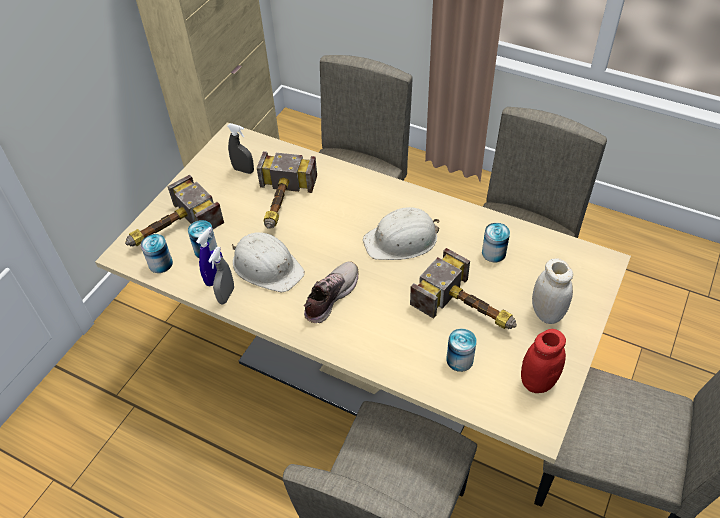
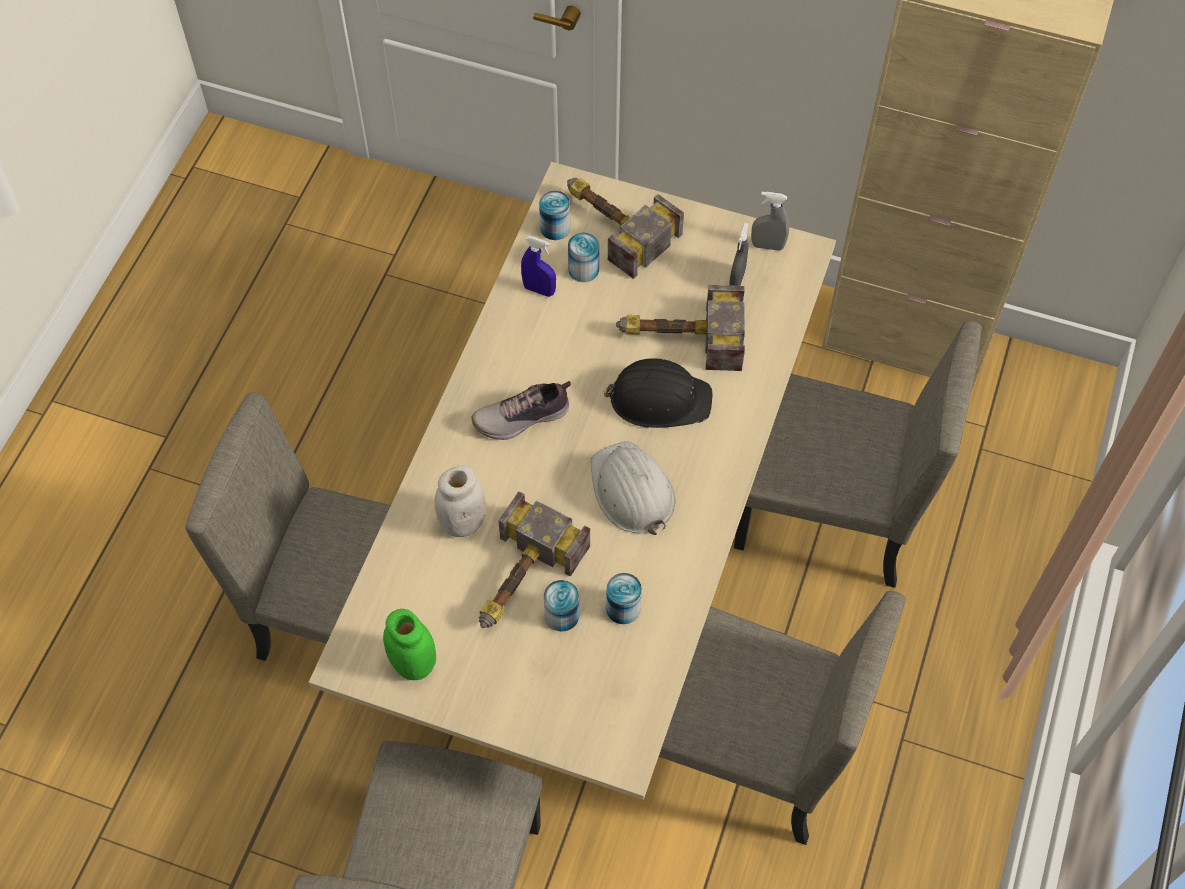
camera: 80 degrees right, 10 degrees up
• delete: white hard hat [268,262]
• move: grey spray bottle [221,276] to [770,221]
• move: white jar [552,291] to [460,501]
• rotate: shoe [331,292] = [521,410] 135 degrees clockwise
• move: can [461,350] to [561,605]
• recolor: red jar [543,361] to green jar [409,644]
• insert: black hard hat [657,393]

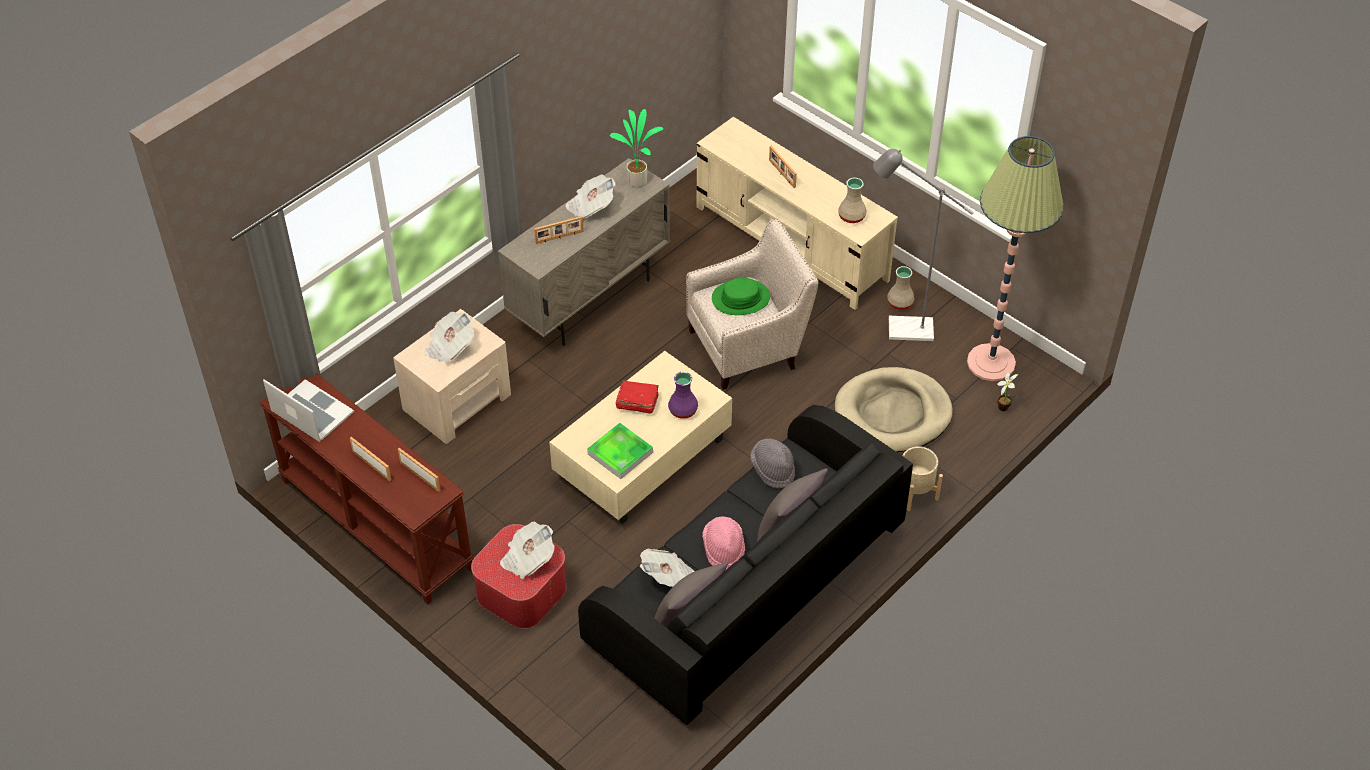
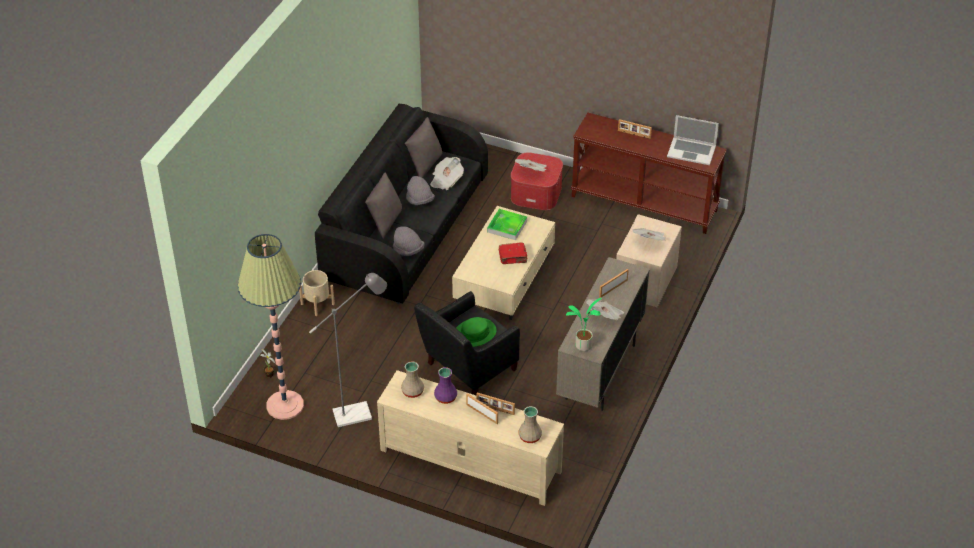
camera: 160 degrees right, 5 degrees down
• recolor: beige armchair [752,304] to black armchair [467,343]
• move: beige vase [901,288] to [530,424]
• delete: beige dog bed [894,409]
• move: purple vase [683,395] to [445,385]
• move: picture frame [419,470] to [496,404]
• recolor: pink hat [723,543] to grey hat [420,190]

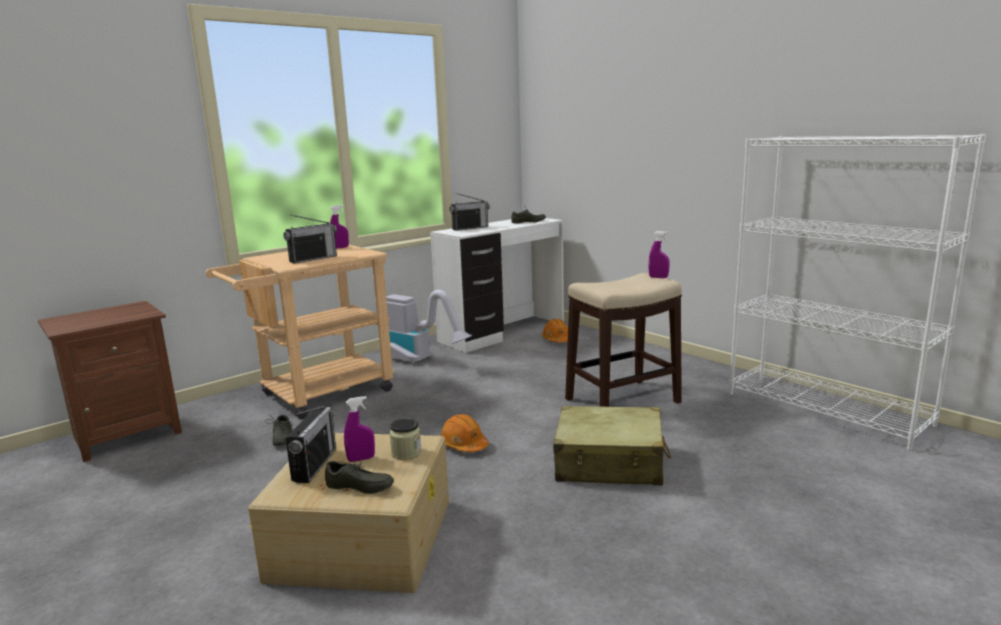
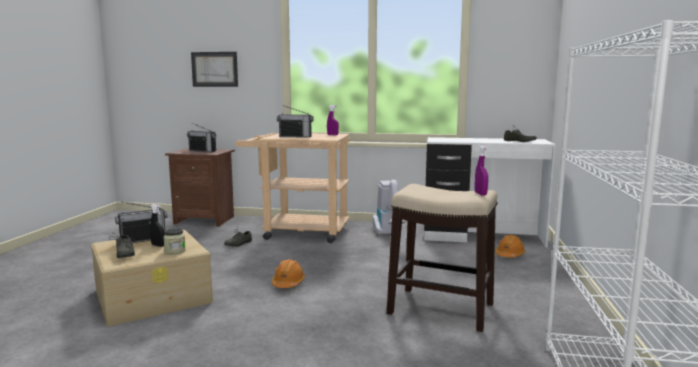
camera: 50 degrees right, 5 degrees down
• move: radio [469,212] to [201,137]
• recolor: purple spray bottle [359,429] to black spray bottle [157,225]
• delete: beige suitcase [612,445]
• insert: picture [214,69]

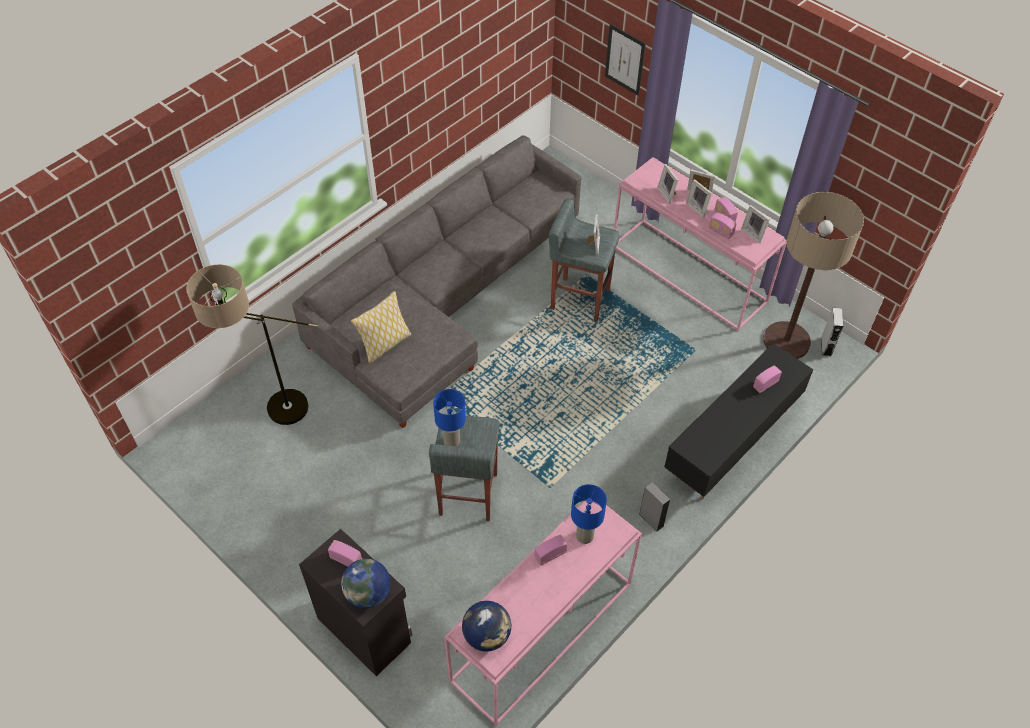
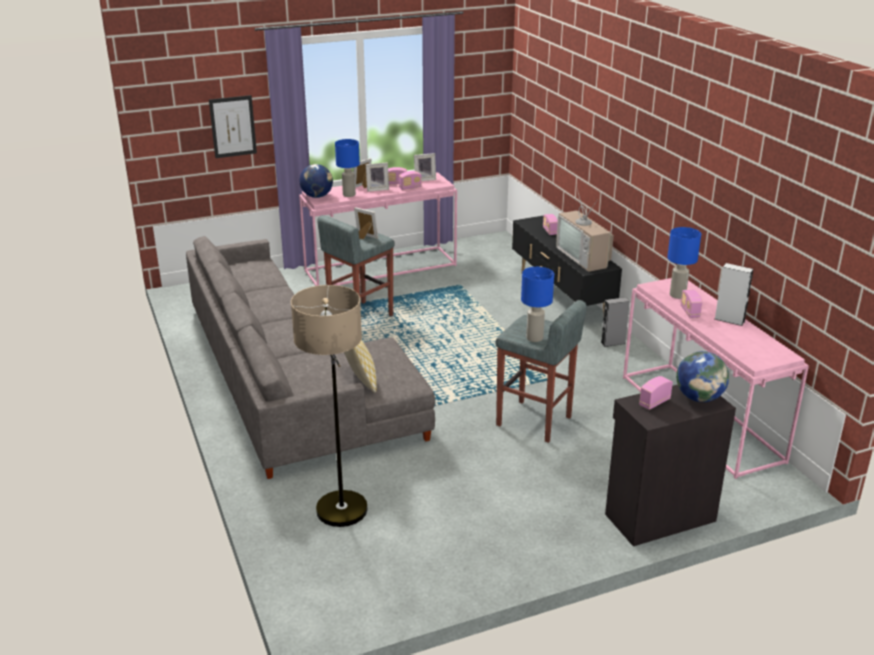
camera: 65 degrees left, 25 degrees down
• replace: picture frame [667,183] to blue table lamp [347,168]
• delete: floor lamp [813,275]
• move: grey speaker [832,332] to [734,294]
• move: globe [486,626] to [316,181]
• insert: television [585,228]

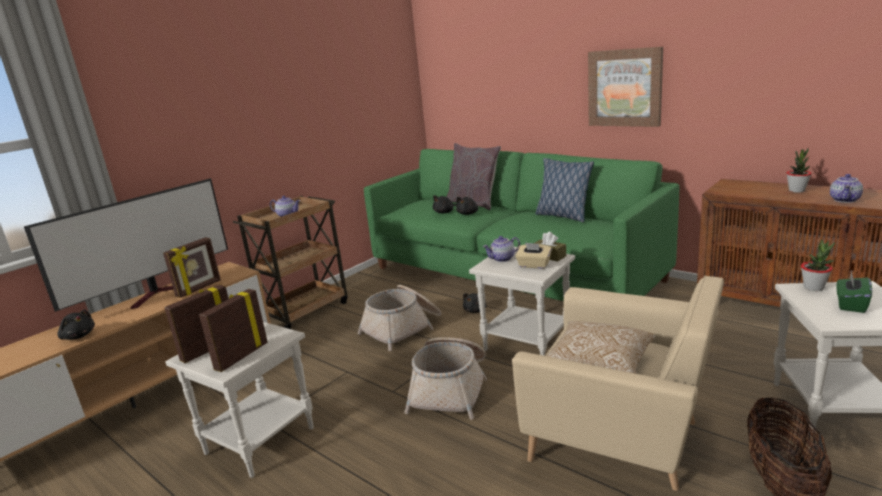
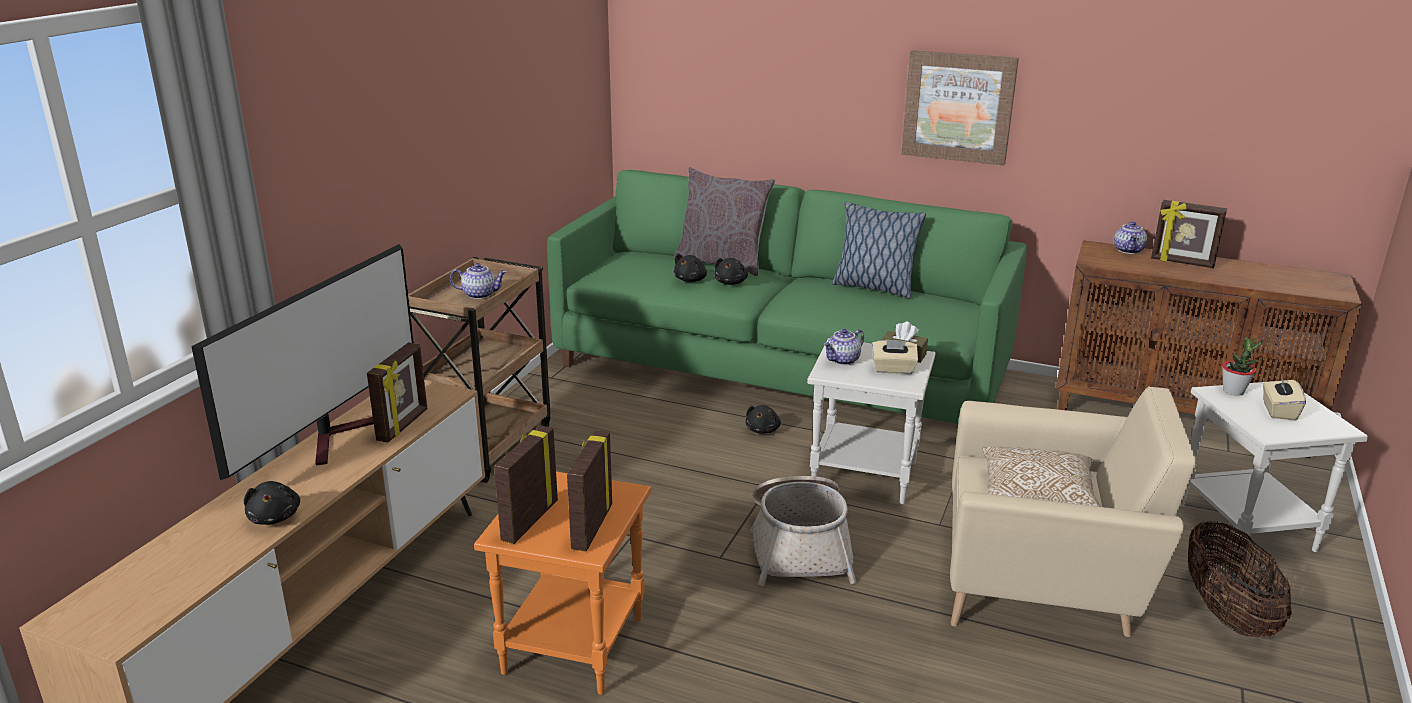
camera: 20 degrees left, 5 degrees up
• replace: potted plant [799,170] to picture frame [1189,234]
• move: teapot [846,188] to [1130,237]
• recolor: green tissue box [854,292] to beige tissue box [1284,398]
• delete: basket [399,318]
• rotate: black plush toy [76,324] = [272,503] 60 degrees clockwise
• recolor: white side table [239,400] to orange side table [562,583]

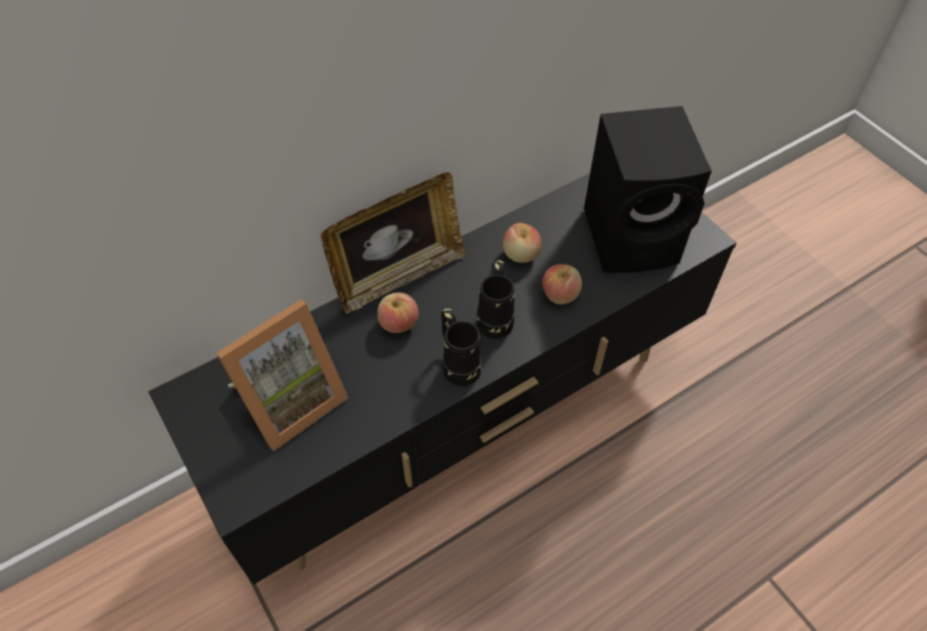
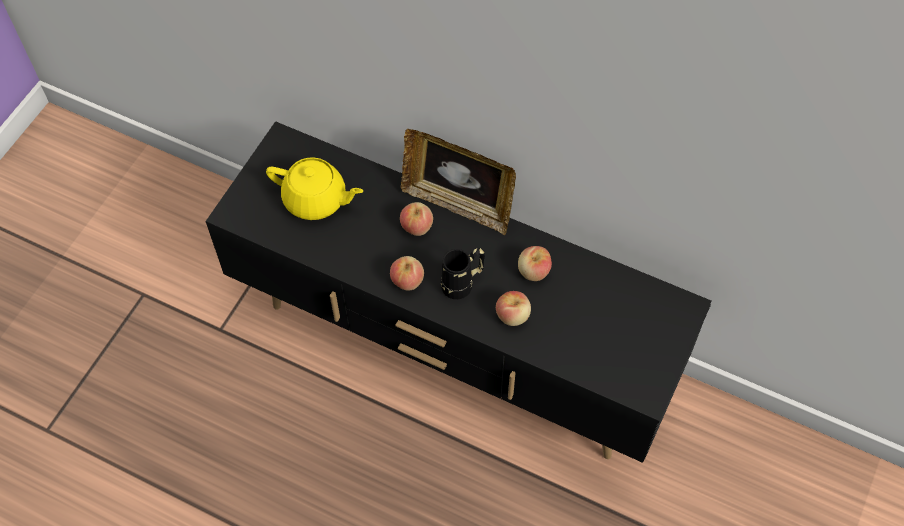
camera: 60 degrees right, 5 degrees up
• delete: black speaker [648,189]
• replace: picture frame [282,375] to yellow teapot [314,188]
• replace: black mug [461,347] to apple [407,273]

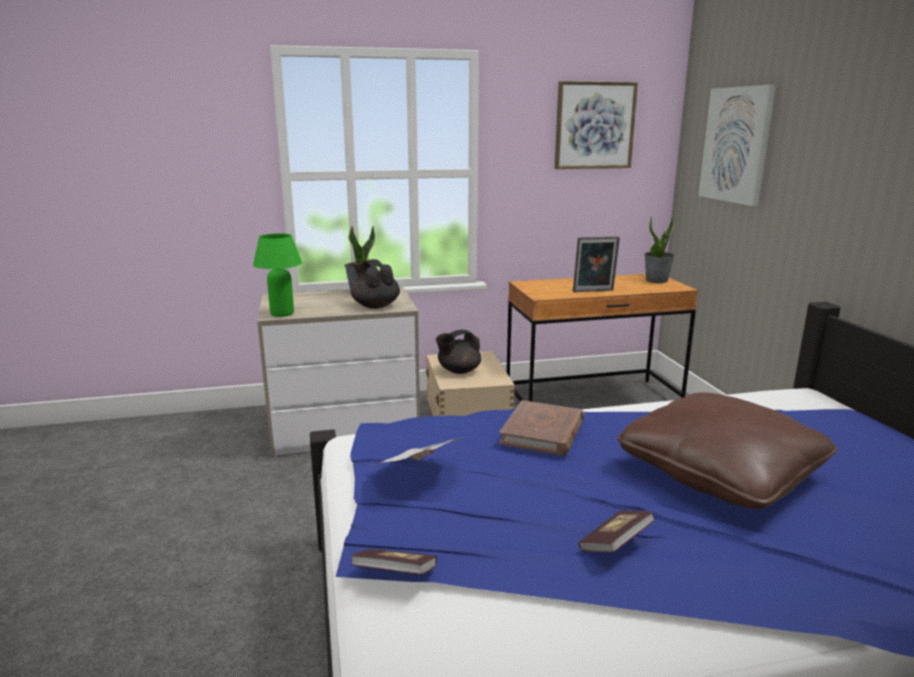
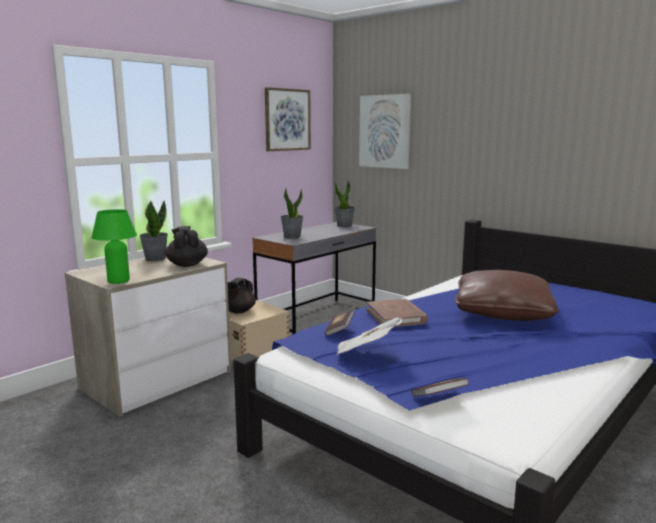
camera: 35 degrees left, 5 degrees down
• delete: picture frame [596,264]
• rotate: black teapot [375,284] = [187,246] 45 degrees clockwise
• recolor: brown desk [602,338] to grey desk [314,278]
• move: book [616,531] to [339,322]
• insert: potted plant [292,213]

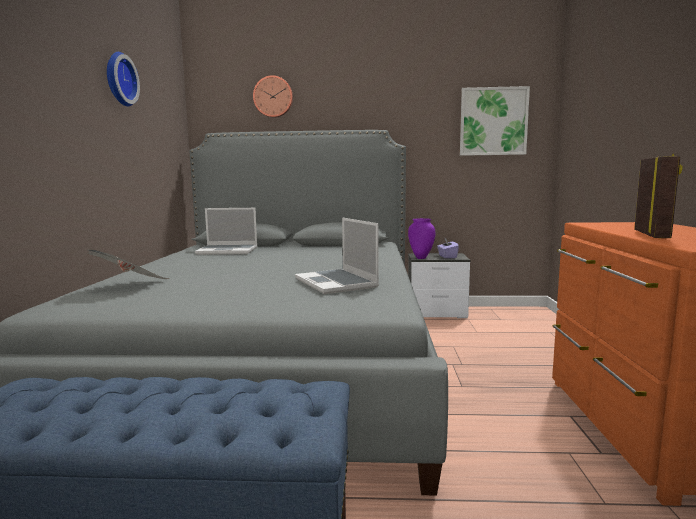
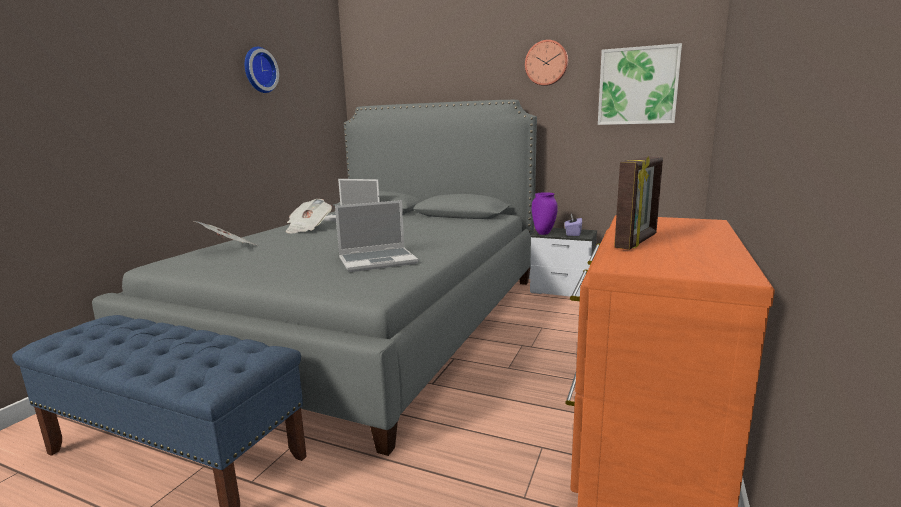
camera: 20 degrees right, 5 degrees up
• move: wall clock [273,96] to [546,63]
• rotate: laptop [337,256] = [376,236] 105 degrees counterclockwise
• insert: newspaper [309,216]

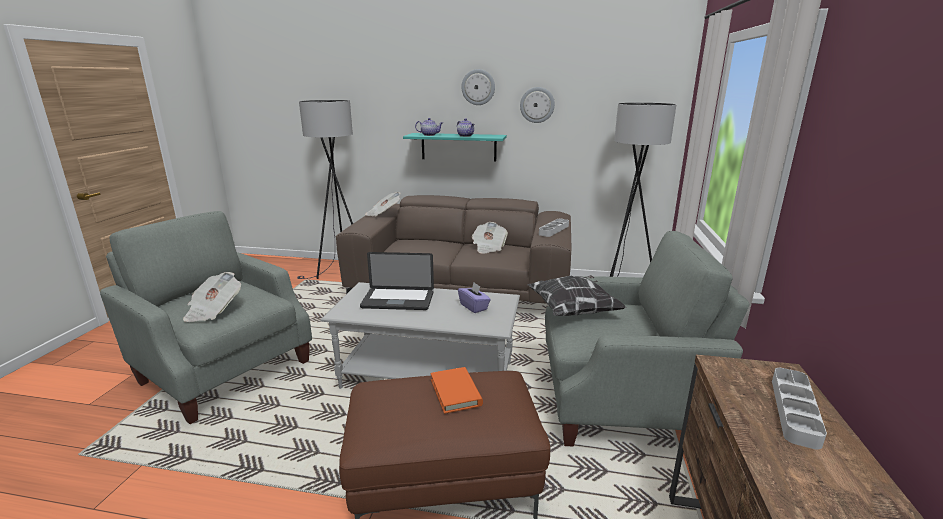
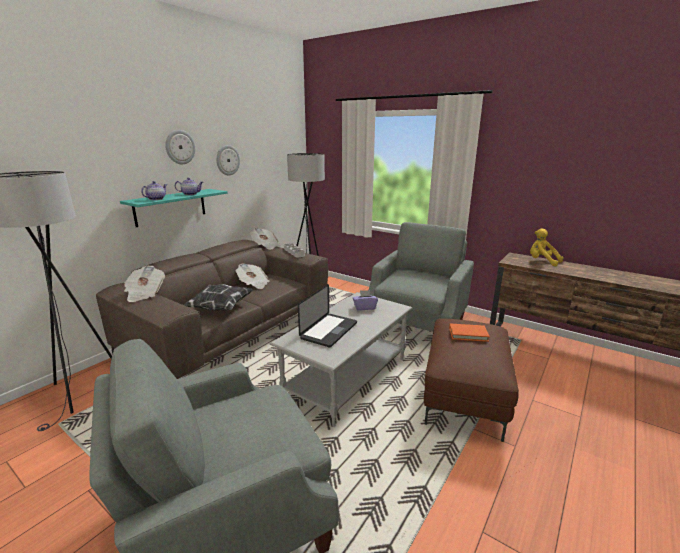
camera: 65 degrees left, 0 degrees up
• move: newspaper [212,297] to [265,239]
• move: pillow [577,295] to [218,297]
• replace: grey tray [799,409] to yellow plush toy [546,247]

